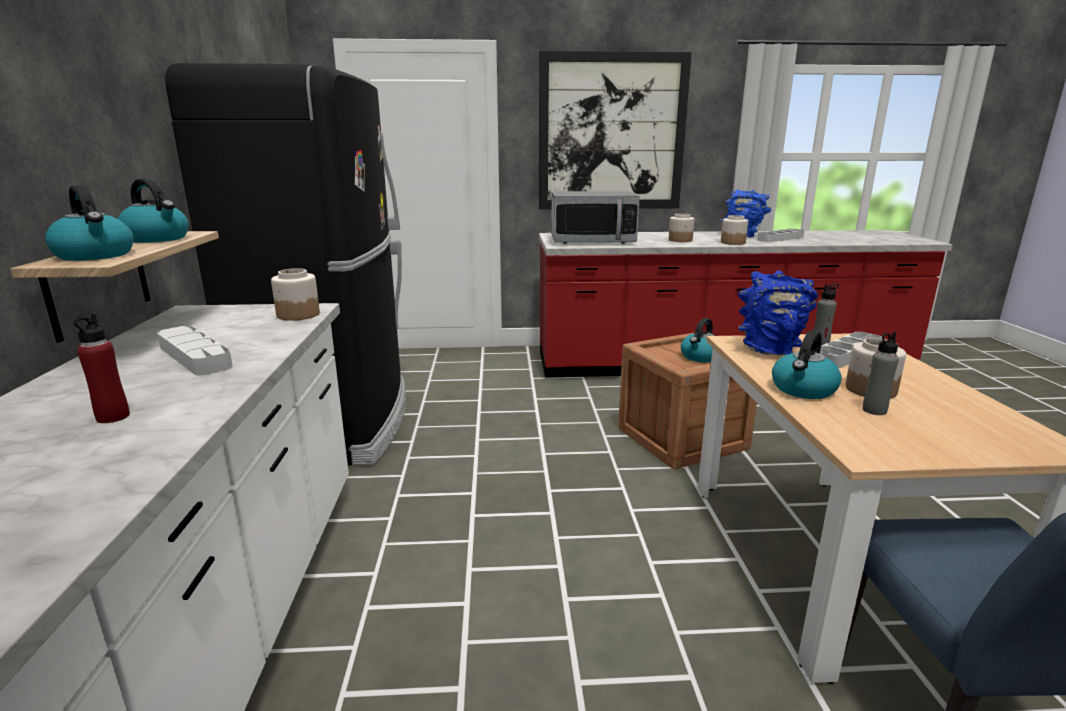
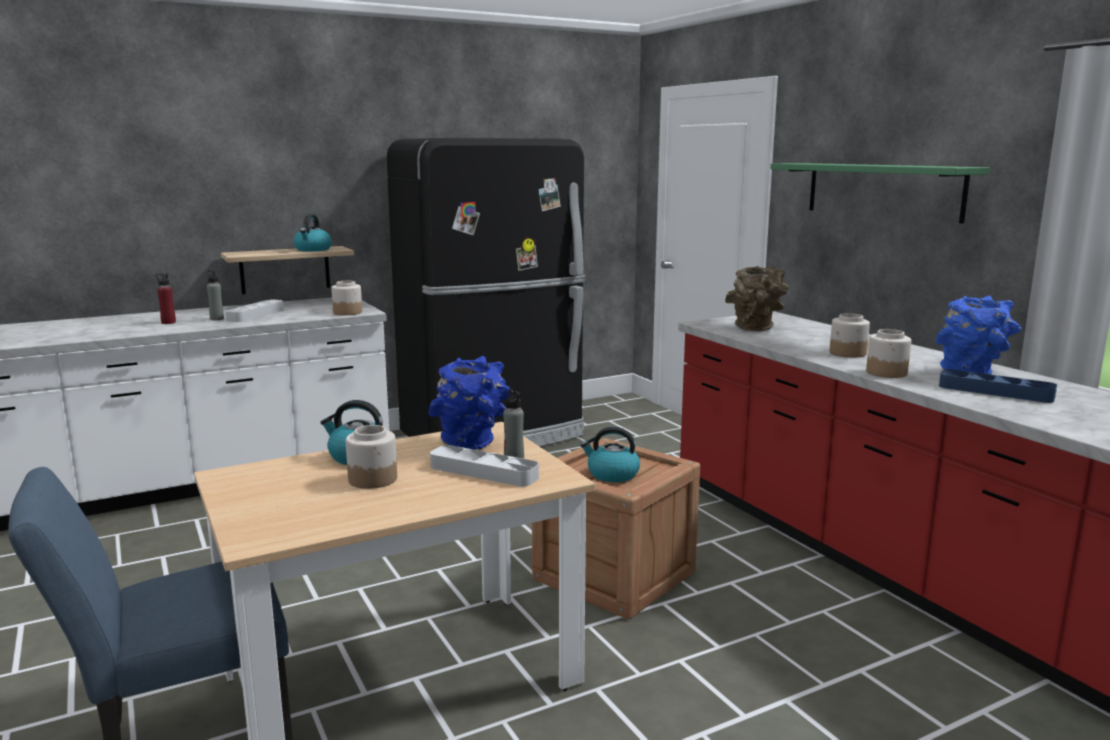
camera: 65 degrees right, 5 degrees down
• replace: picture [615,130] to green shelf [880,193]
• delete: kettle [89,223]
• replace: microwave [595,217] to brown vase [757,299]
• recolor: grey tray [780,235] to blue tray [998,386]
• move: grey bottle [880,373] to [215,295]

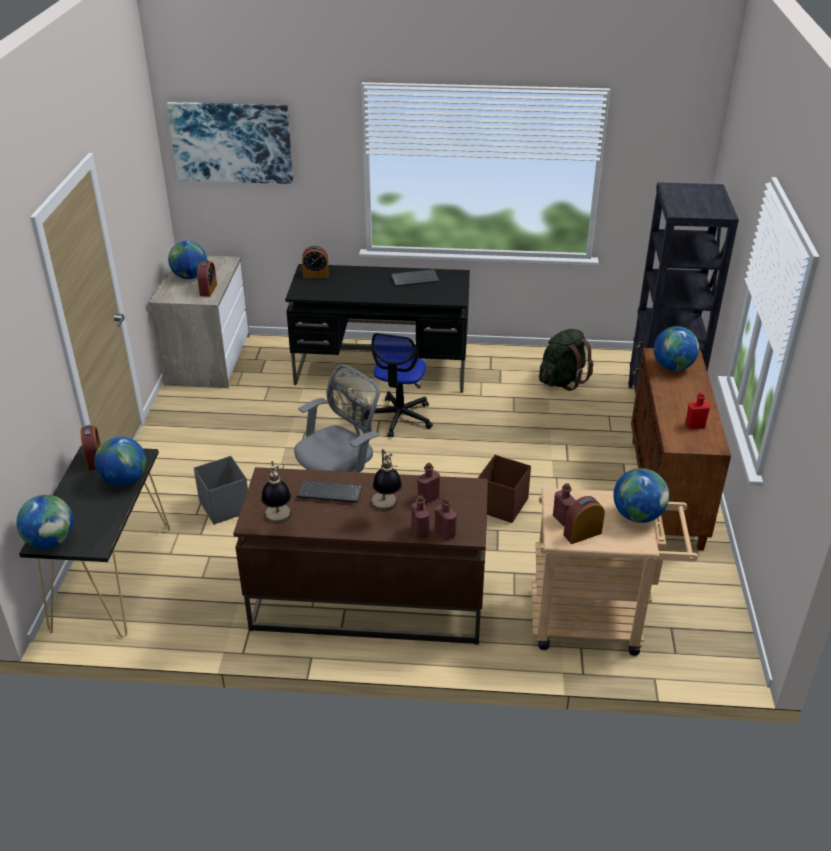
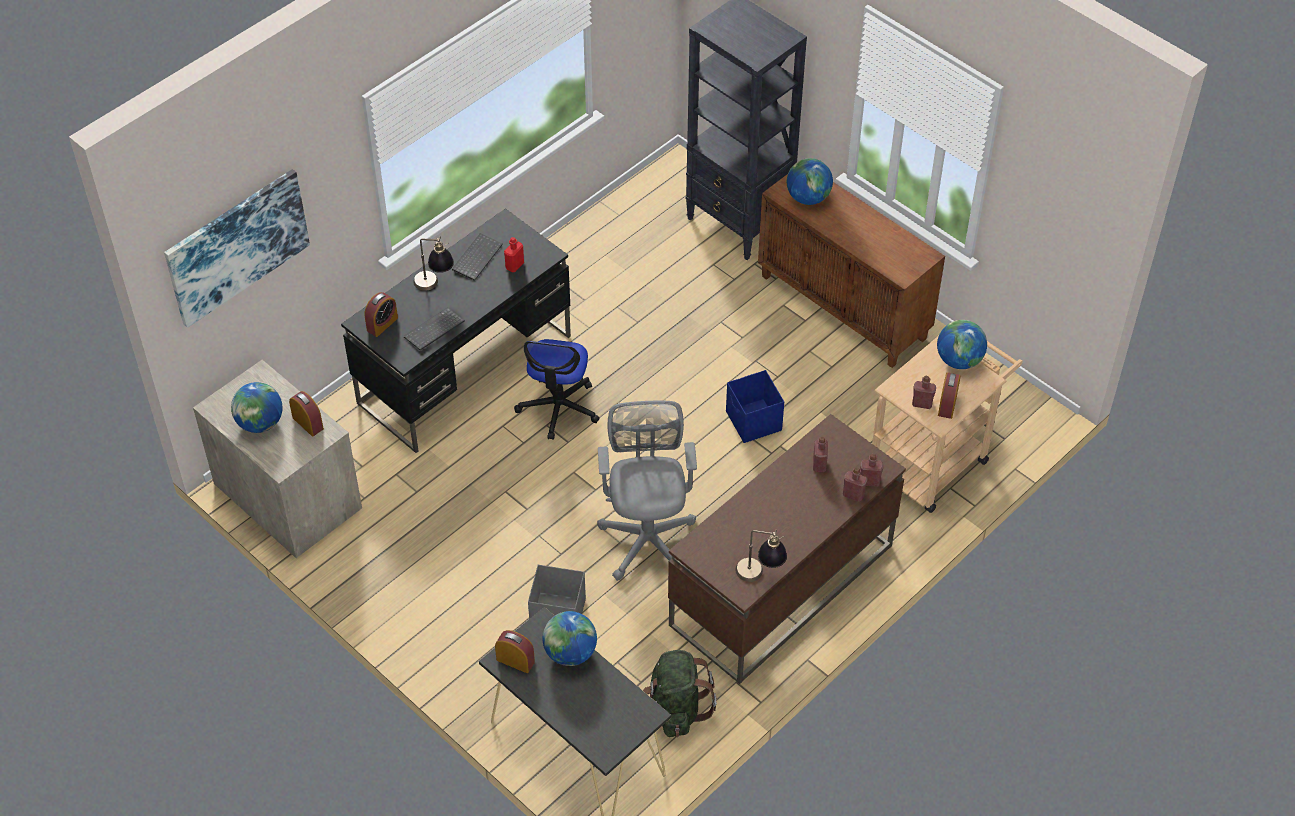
camera: 50 degrees left, 15 degrees up
• move: green backpack [566,360] to [679,693]
• rotate: office chair [402,385] = [557,389] 45 degrees clockwise
• move: red bottle [697,410] to [514,254]
• move: table lamp [386,480] to [433,263]
• recolor: brown storage box [504,489] to blue storage box [755,406]
• move: keyboard [330,491] to [434,329]
• delete: globe [45,522]

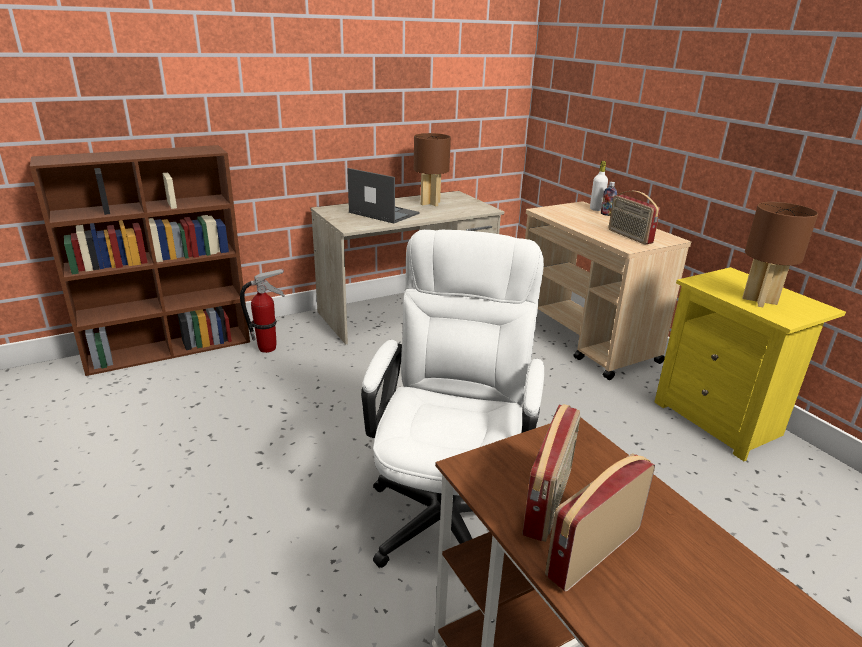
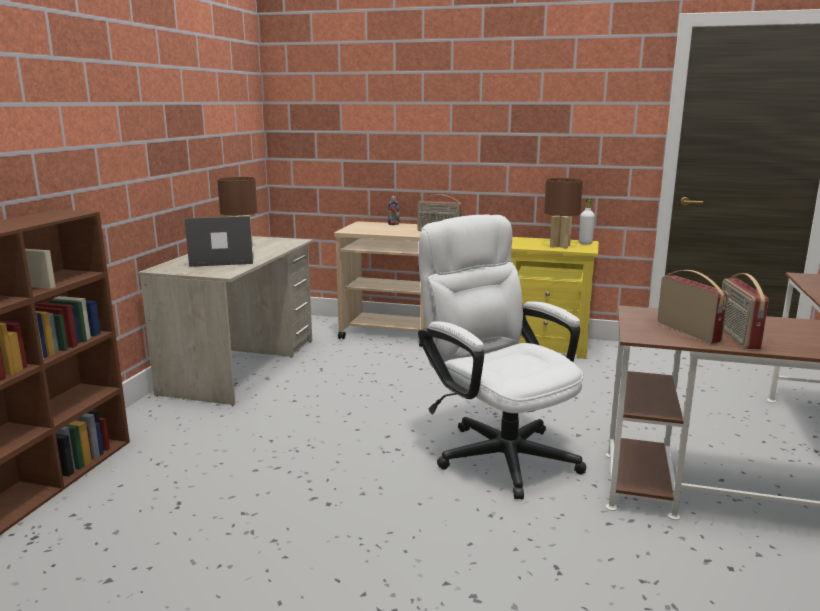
camera: 45 degrees left, 10 degrees down
• move: white bottle [599,186] to [587,221]
• delete: fire extinguisher [262,310]

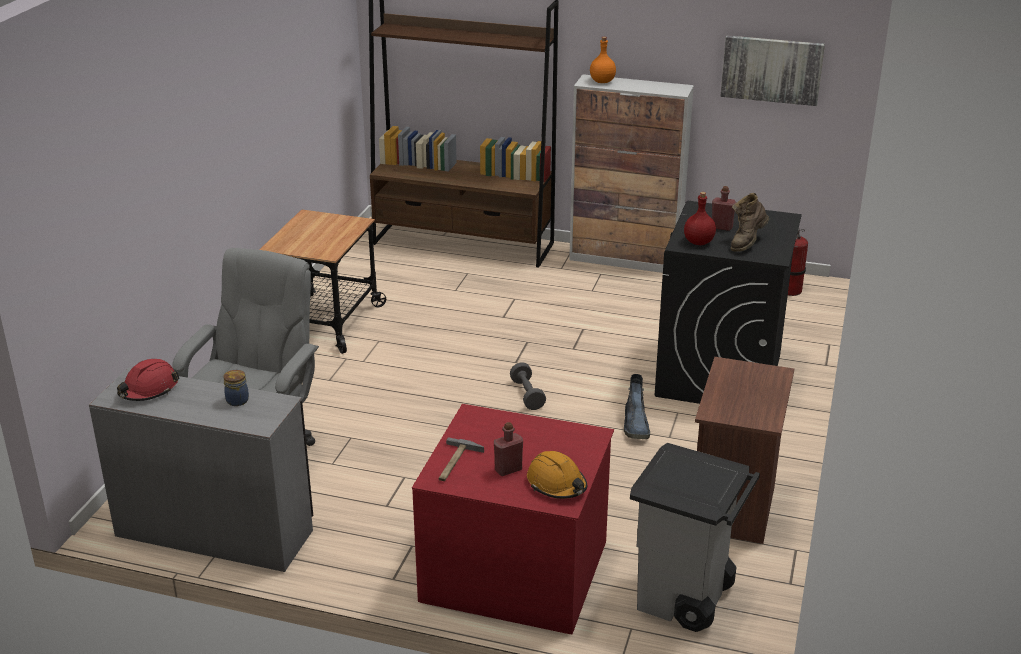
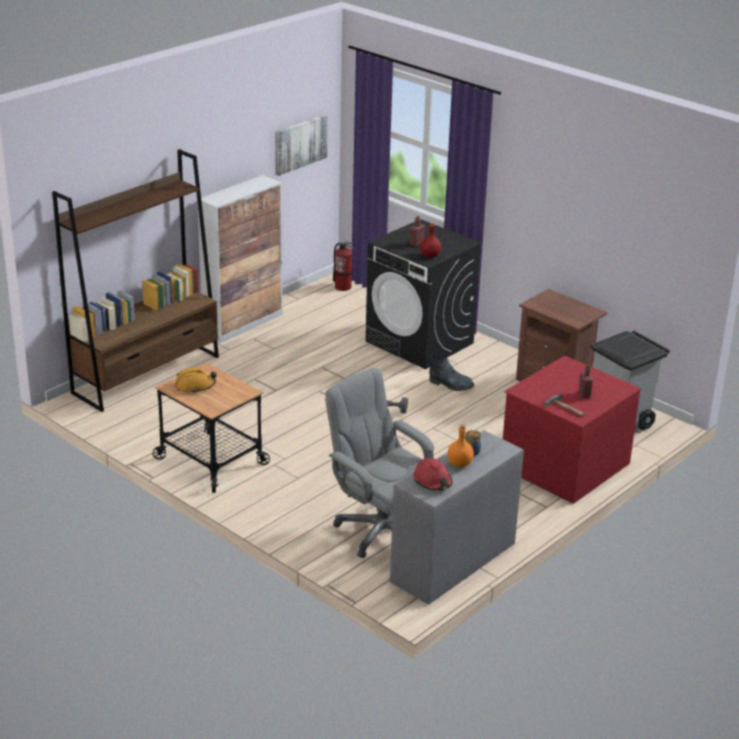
camera: 65 degrees left, 0 degrees up
• move: orange bottle [603,60] to [461,445]
• delete: brown boot [750,222]
• move: orange hard hat [557,475] to [195,380]

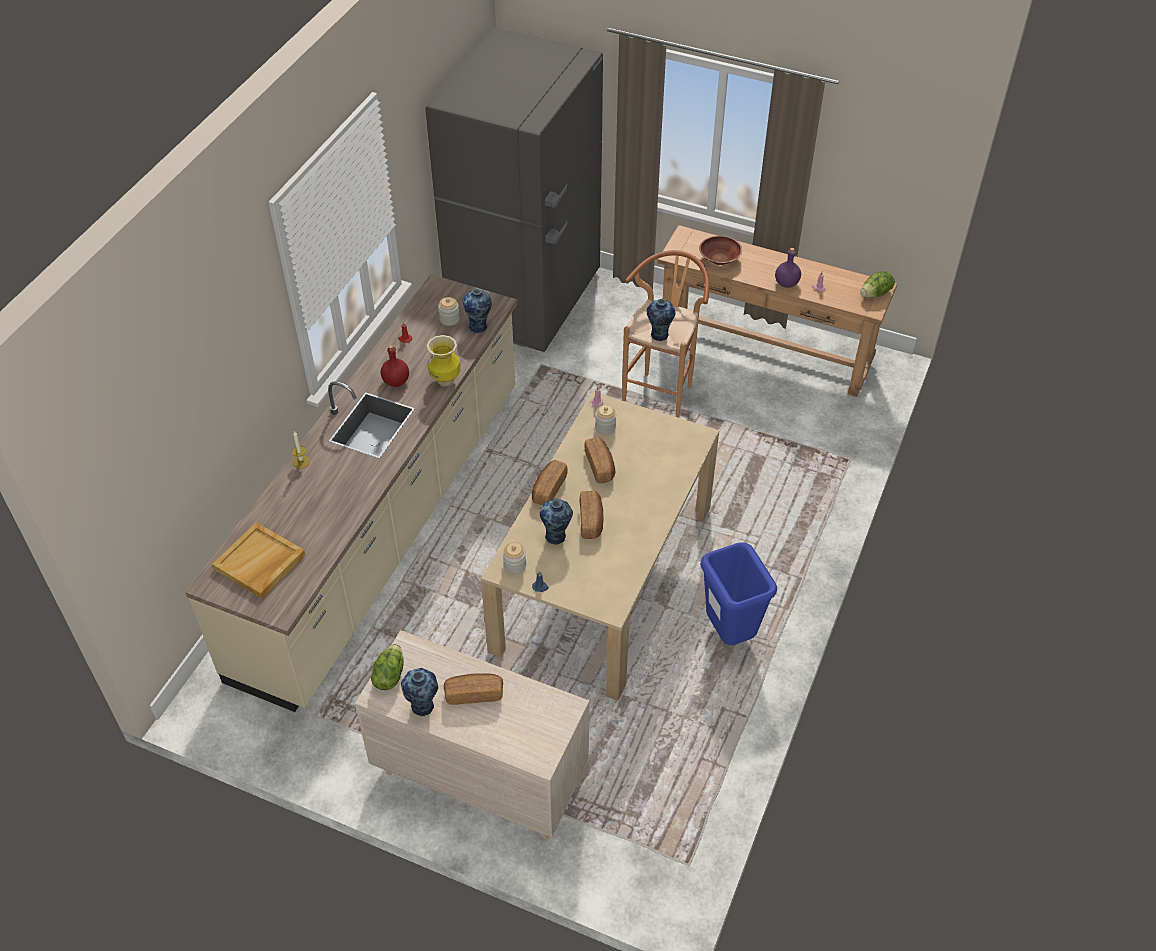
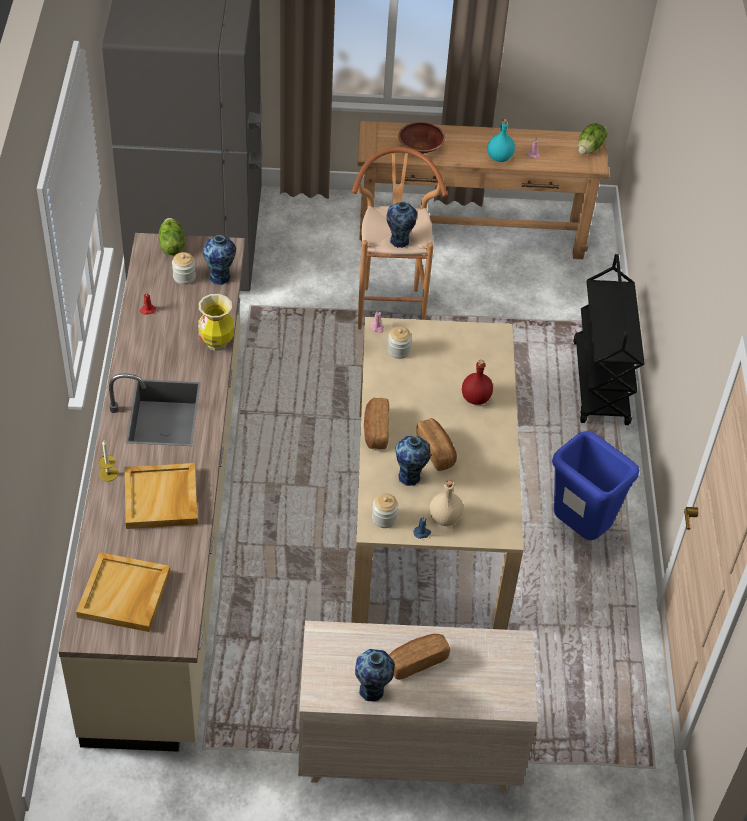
camera: 25 degrees left, 0 degrees up
• recolor: purple bottle [788,268] to turquoise bottle [501,140]
• move: red bottle [395,366] to [477,382]
• delete: bread [599,460]
• move: lettuce [387,667] to [172,236]
• insert: black cart [609,339]
• insert: beige tray [161,496]
• insert: beige bottle [446,503]

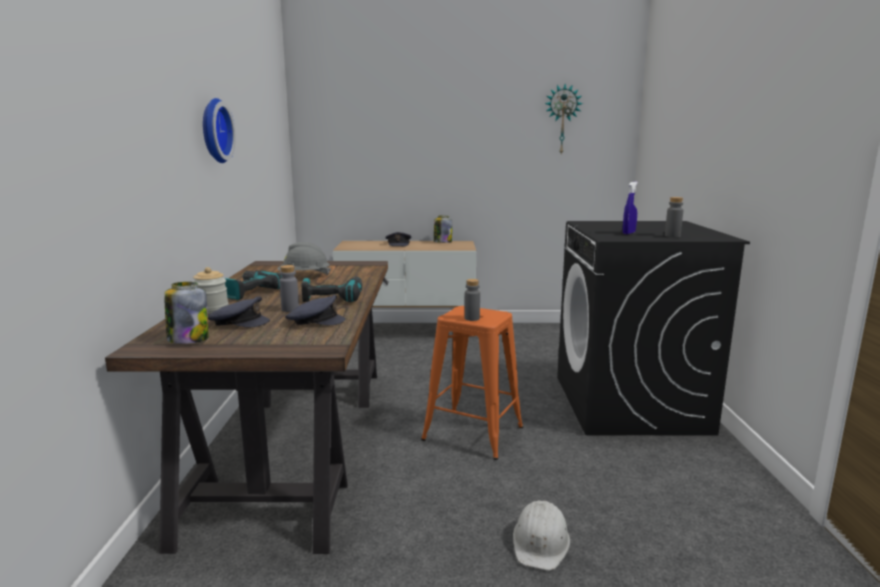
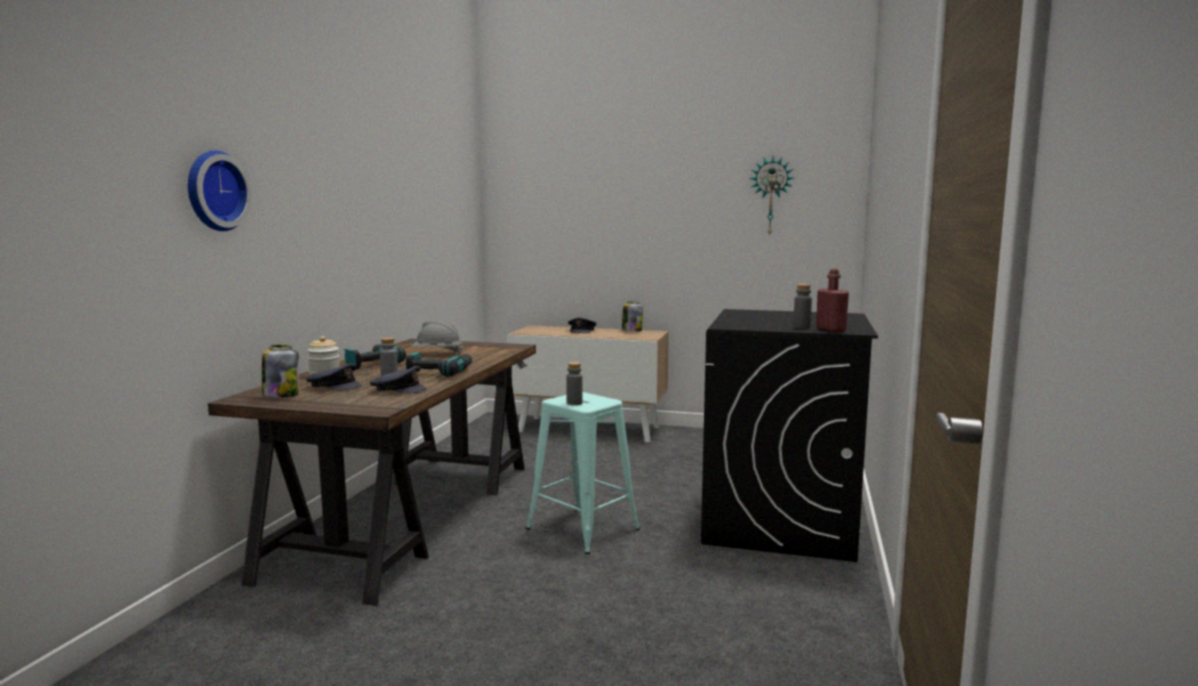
camera: 15 degrees right, 5 degrees down
• move: wall clock [219,130] to [220,190]
• delete: blue spray bottle [630,208]
• recolor: orange stool [472,383] to turquoise stool [583,473]
• delete: white hard hat [541,535]
• insert: red bottle [832,300]

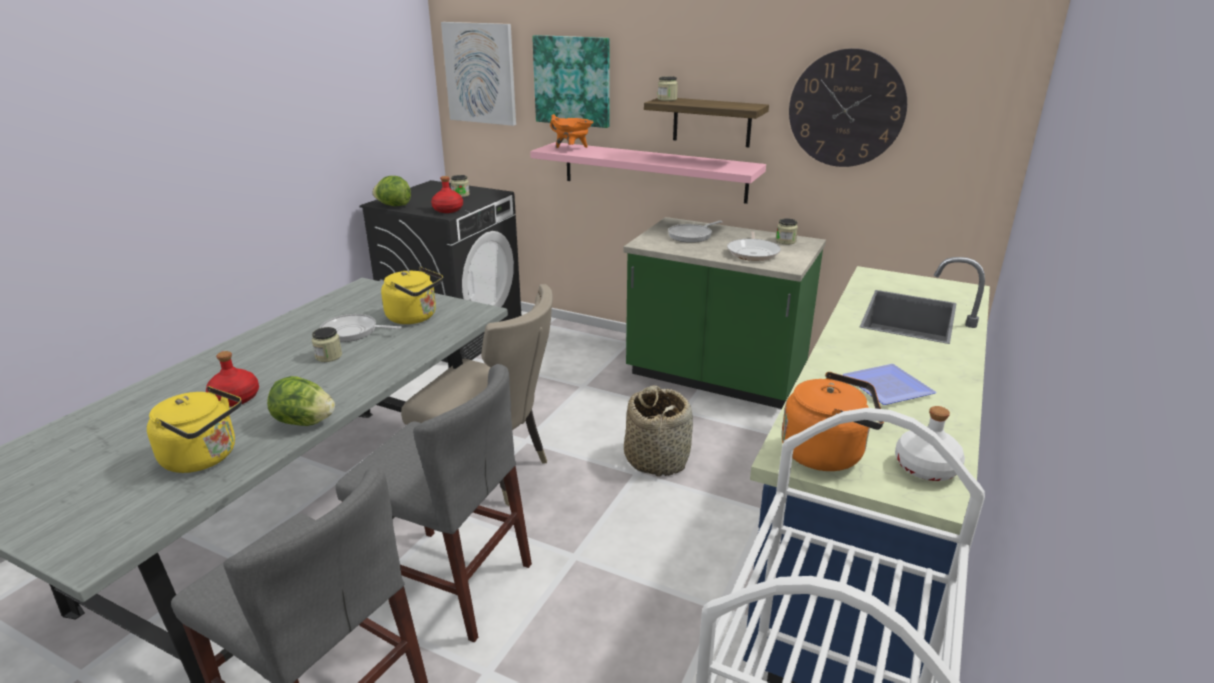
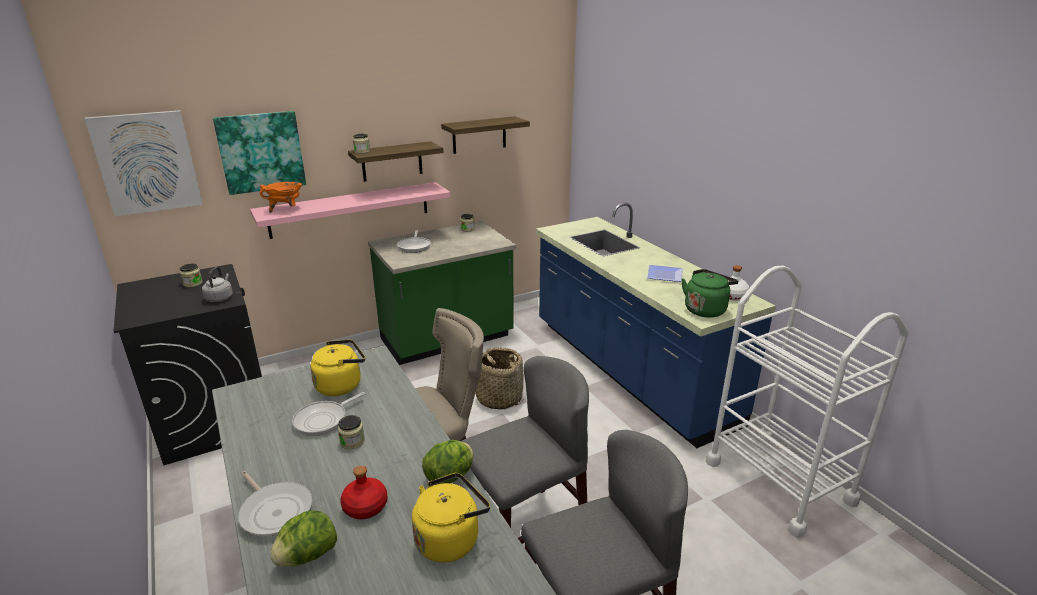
camera: 55 degrees left, 0 degrees up
• replace: wall clock [848,107] to shelf [485,135]
• move: lettuce [391,191] to [303,538]
• replace: red bottle [447,194] to grey kettle [217,284]
• move: frying pan [754,246] to [275,503]
• recolor: orange kettle [832,421] to green kettle [710,293]

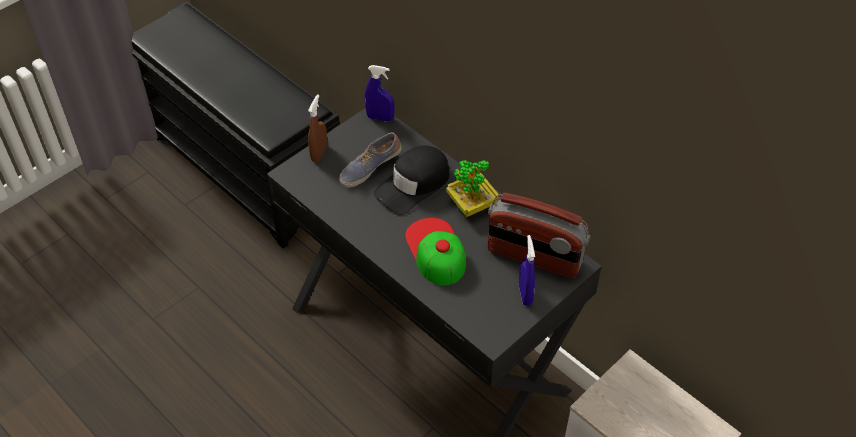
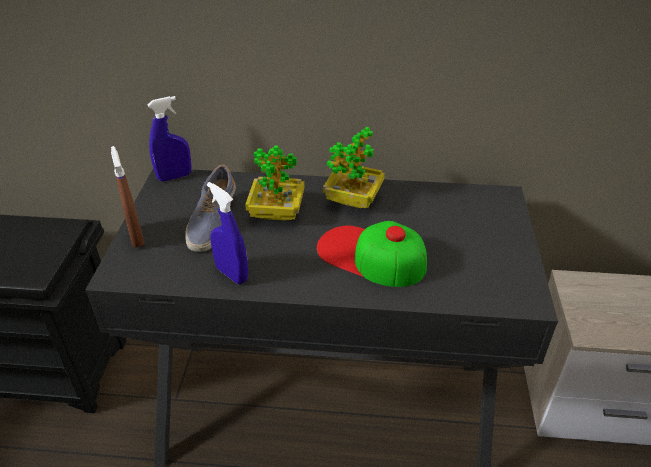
camera: 40 degrees left, 10 degrees down
• replace: black cap [412,180] to potted plant [275,183]
• delete: radio [539,236]
• move: blue spray bottle [527,270] to [227,233]

